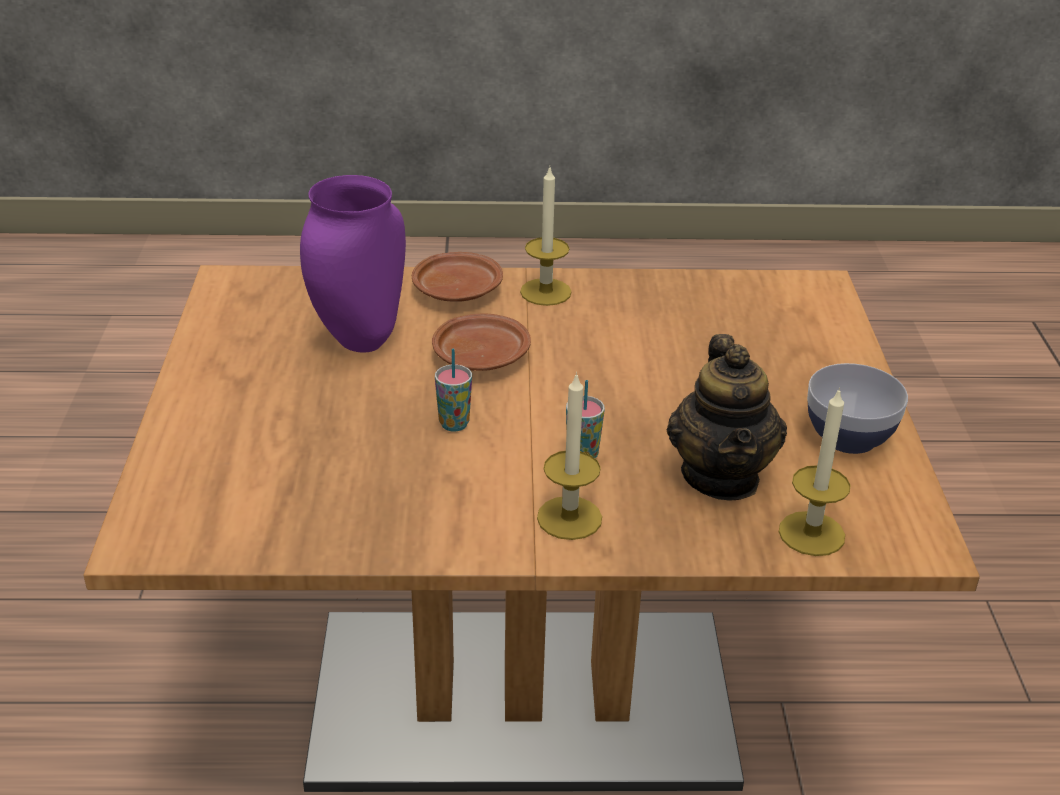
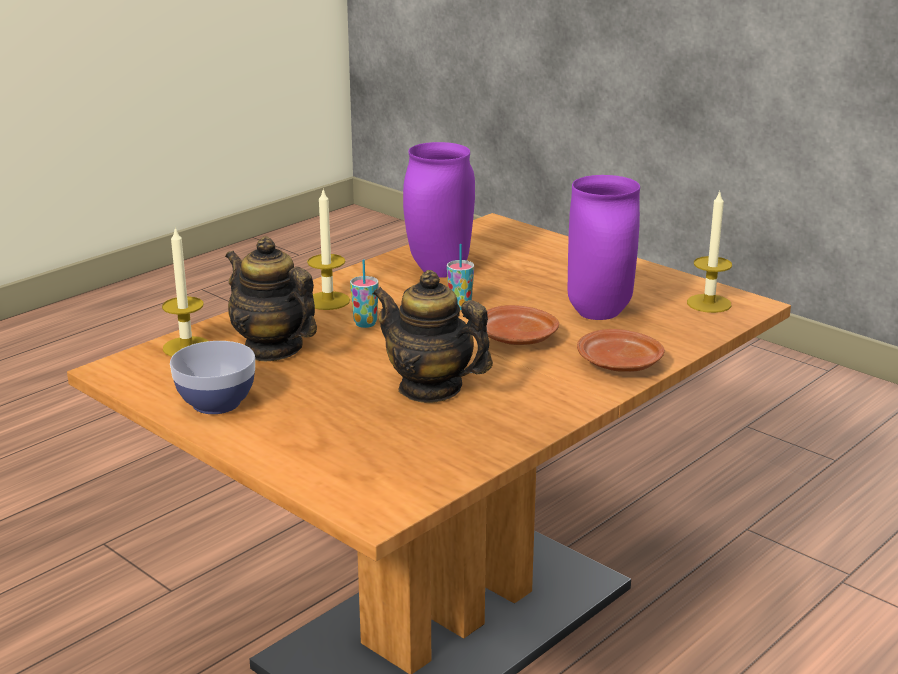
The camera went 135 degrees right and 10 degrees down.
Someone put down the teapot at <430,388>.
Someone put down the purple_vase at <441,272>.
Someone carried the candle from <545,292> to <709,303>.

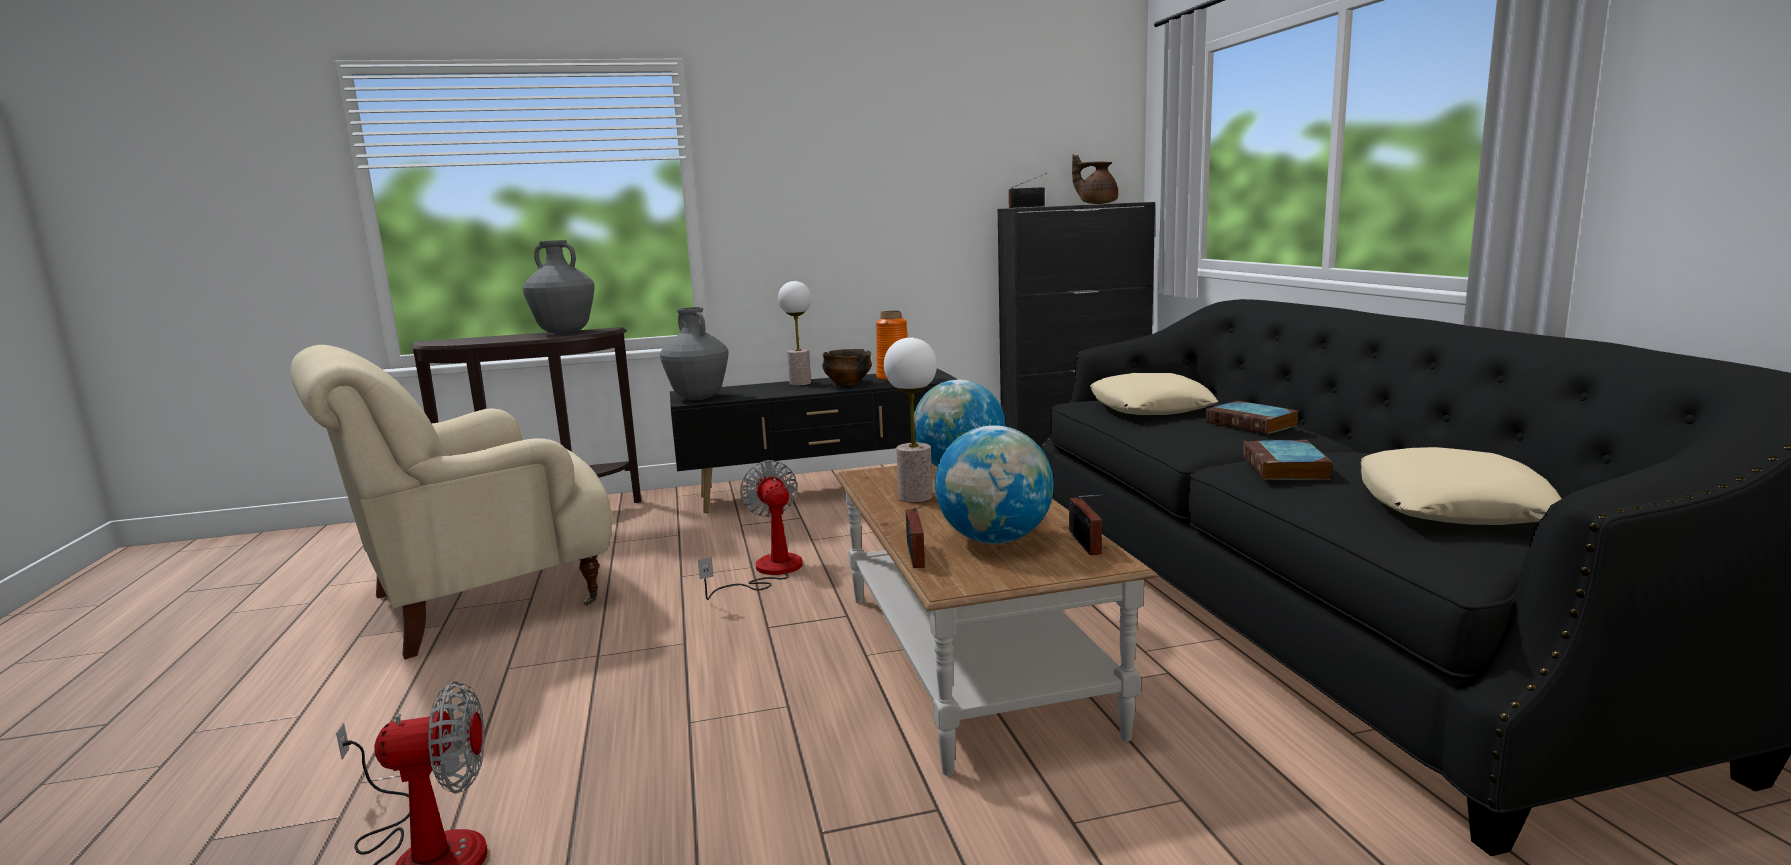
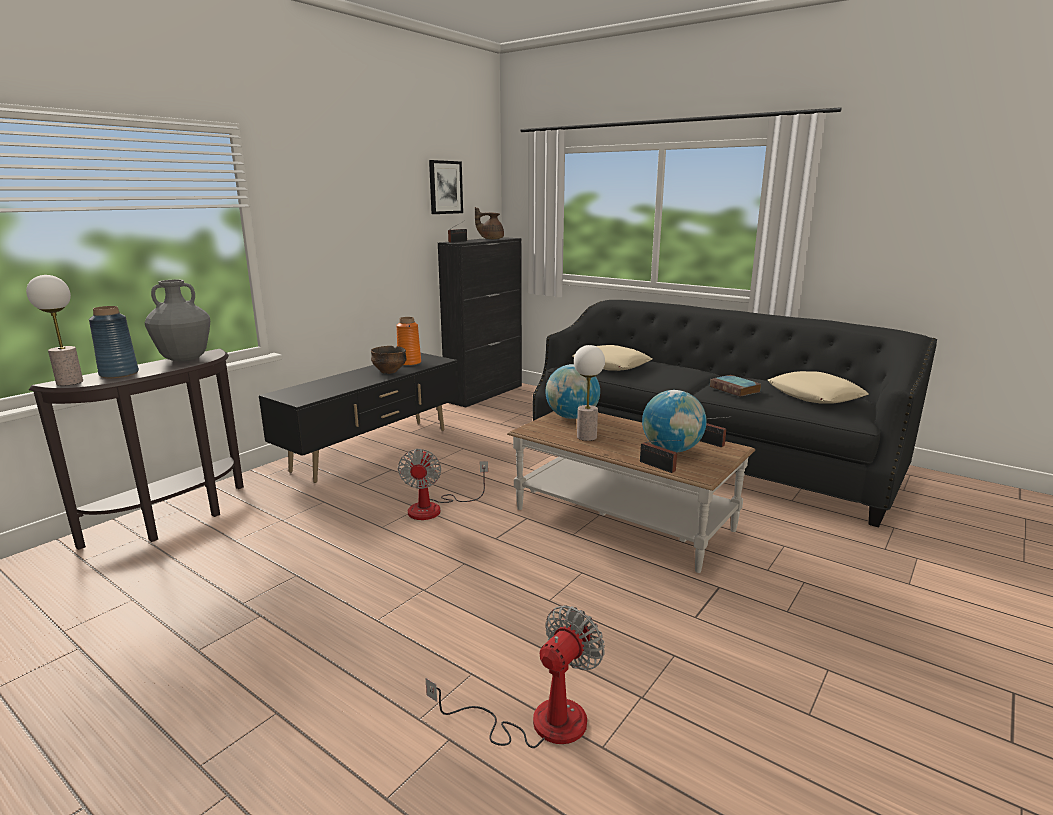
The camera went 40 degrees left and 5 degrees up.
Someone took away the beige_armchair at <478,601>.
Someone took away the grey_vase at <699,398>.
Someone took away the book at <1253,424>.
Someone put down the blue_vase at <119,374>.
Someone put up the picture at <445,187>.
Someone carried the table_lamp from <800,383> to <69,382>.
Someone rotated the fan at <767,572> by 120 degrees counterclockwise.

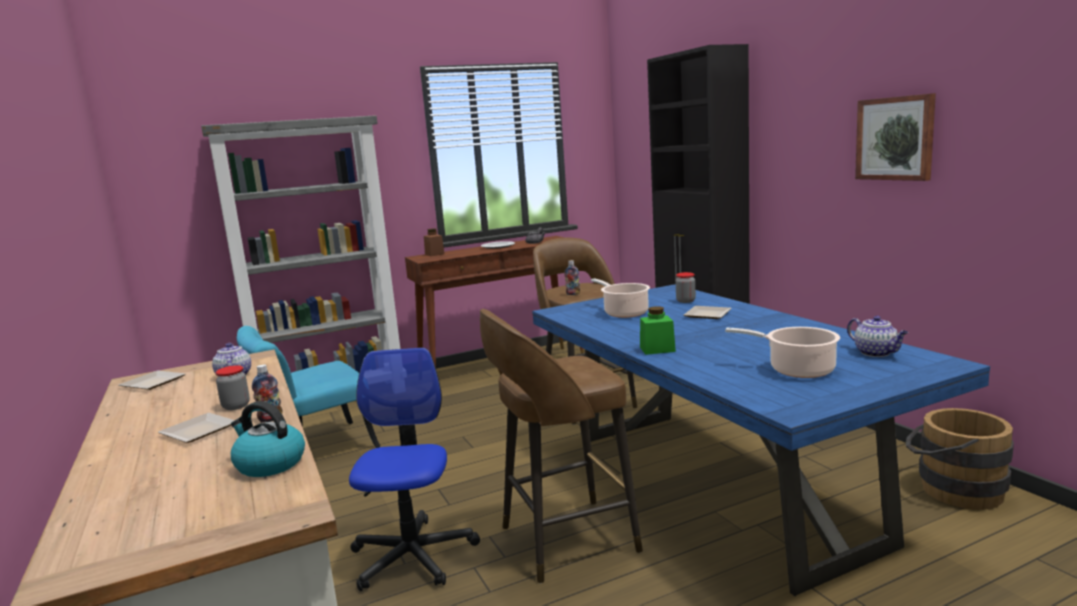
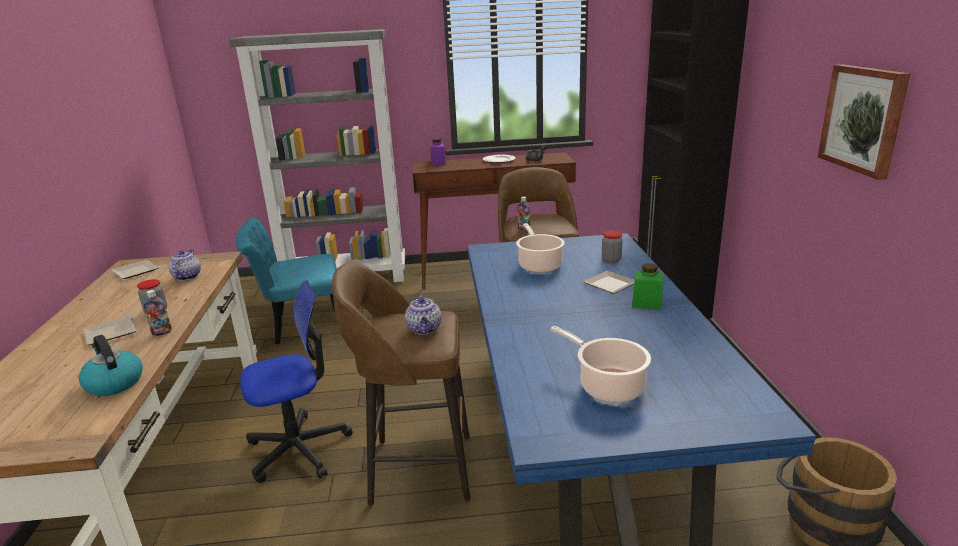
The camera went 20 degrees right and 10 degrees up.
Someone carried the green_jar from <657,349> to <647,303>.
Someone carried the teapot from <876,353> to <425,329>.
Someone repainted the brown_jar at <434,254>, which became the purple_jar at <438,162>.
Someone rotated the office_chair at <412,556> by 45 degrees clockwise.

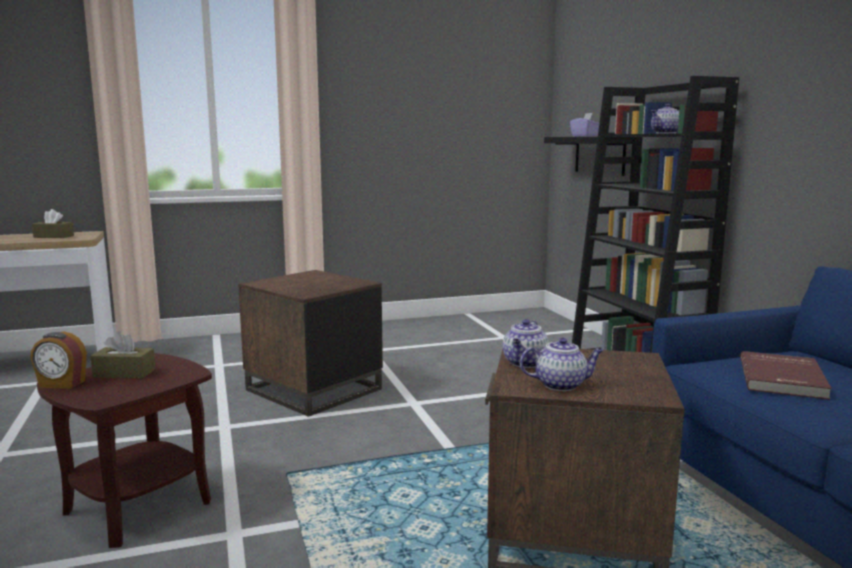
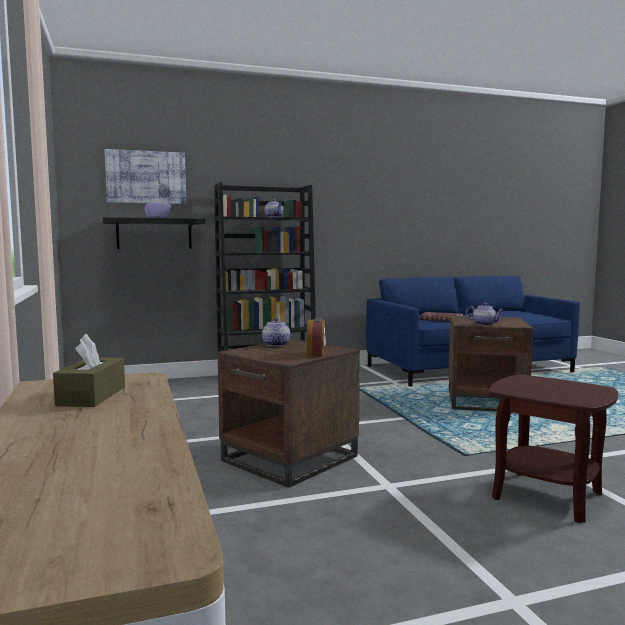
The camera went 90 degrees left and 5 degrees down.
Someone took away the brown_tissue_box at <124,373>.
Someone put up the picture at <146,177>.
Someone carried the alarm_clock from <61,384> to <316,354>.
Someone carried the teapot from <561,385> to <275,344>.

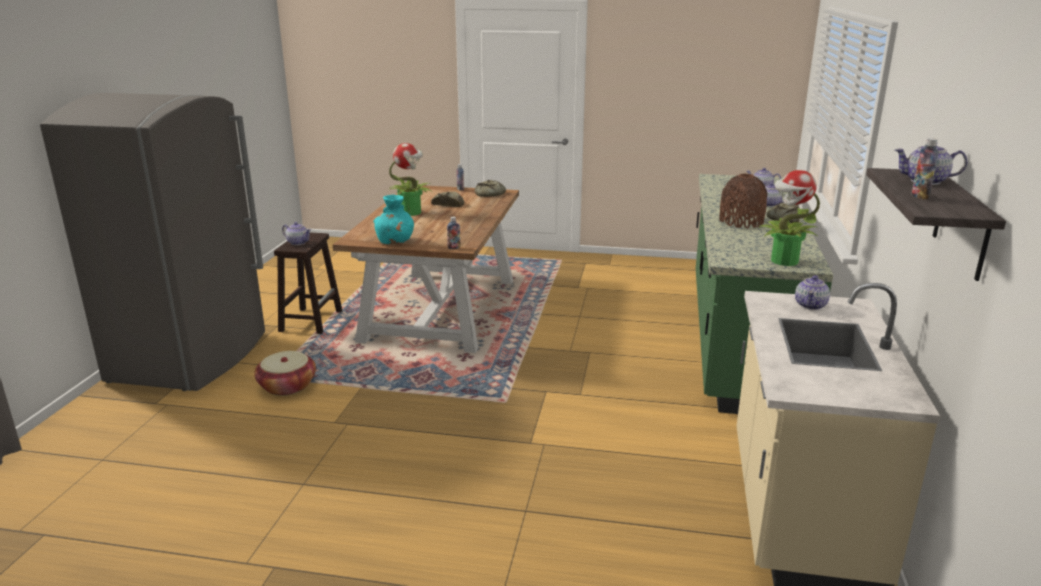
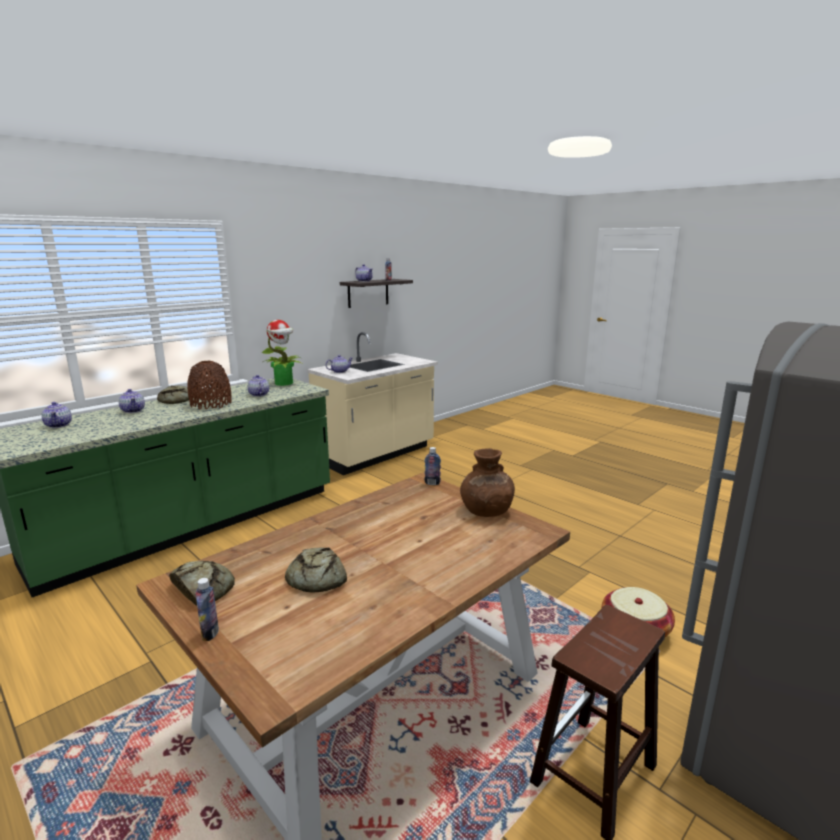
The camera went 145 degrees left and 5 degrees down.
Someone took away the potted_plant at <411,212>.
Someone carried the teapot from <298,242> to <259,394>.
Someone repainted the turquoise_vase at <395,242>, which became the brown_vase at <486,511>.

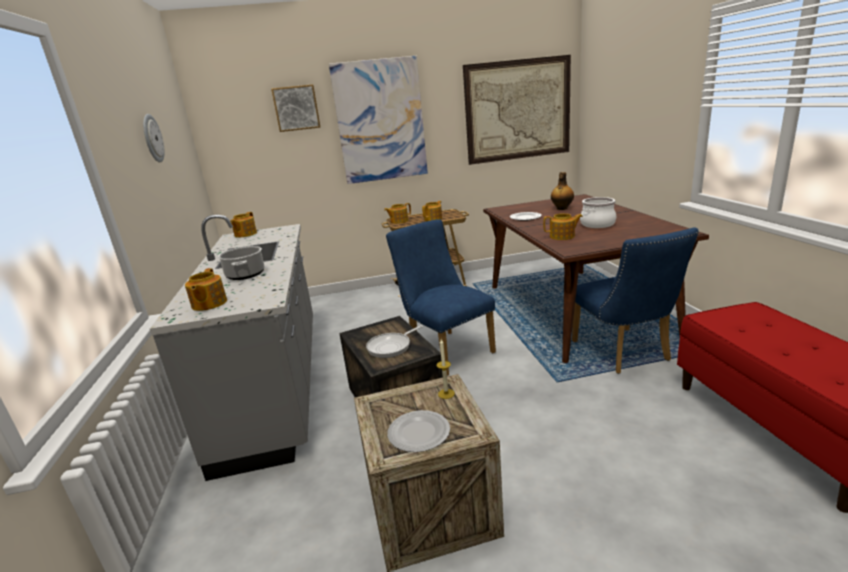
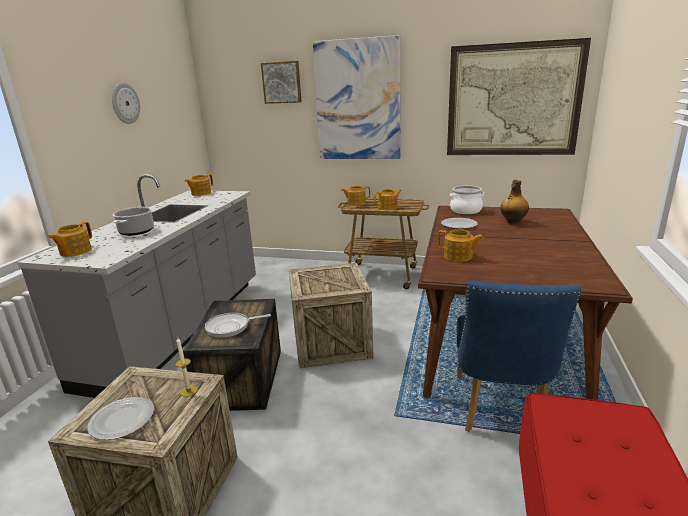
The camera went 25 degrees right and 0 degrees up.
Someone carried the cooking_pot from <597,224> to <466,211>.
Someone swapped the blue_chair at <446,349> for the crate at <331,343>.

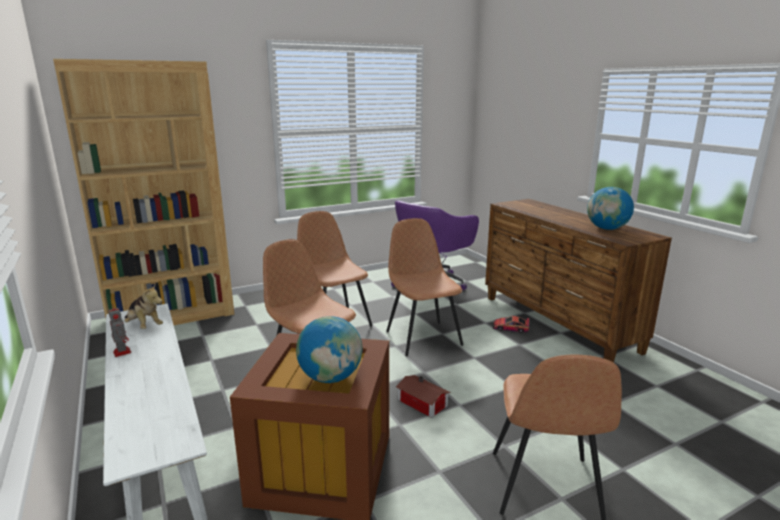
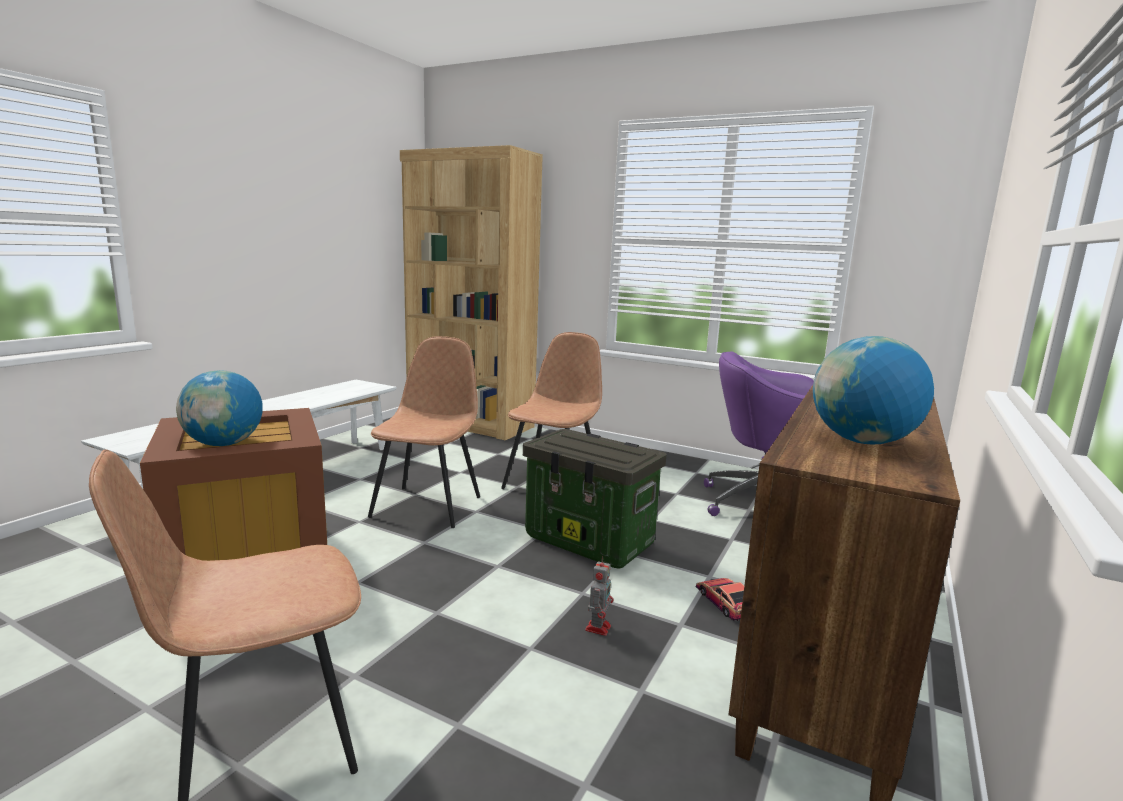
The camera went 55 degrees right and 5 degrees down.
Someone took away the plush_toy at <144,326>.
Someone took away the toy_house at <422,404>.
Someone carried the toy_robot from <122,352> to <598,627>.
Someone swapped the brown_chair at <423,337> for the storage_box at <590,541>.

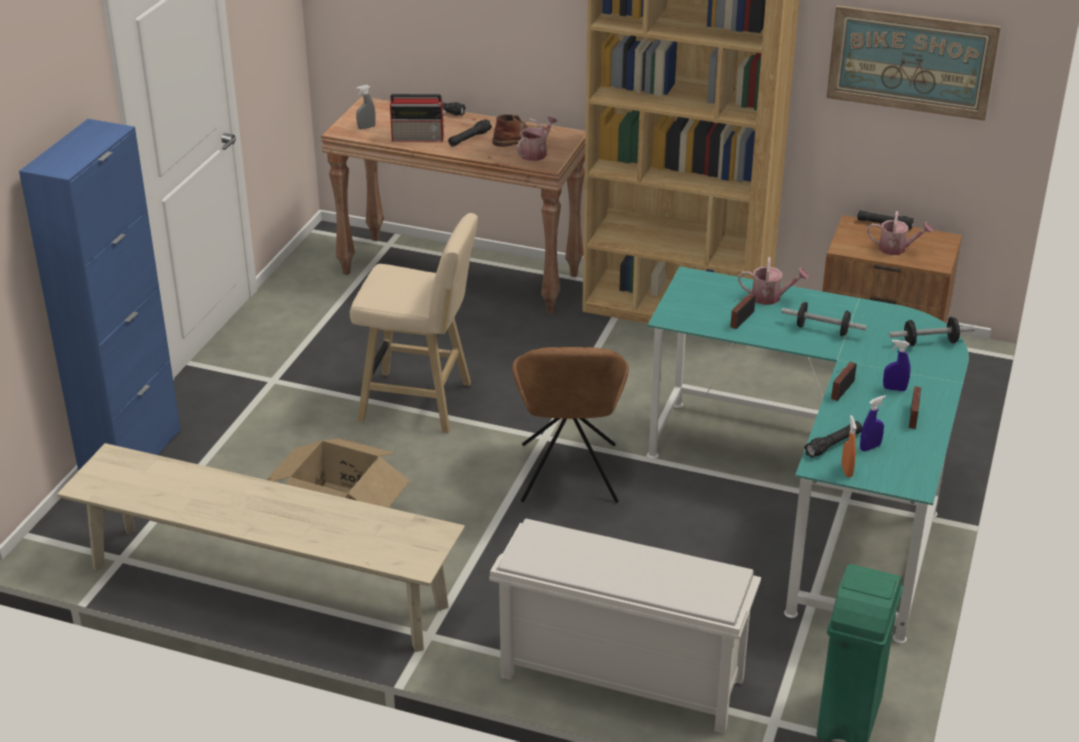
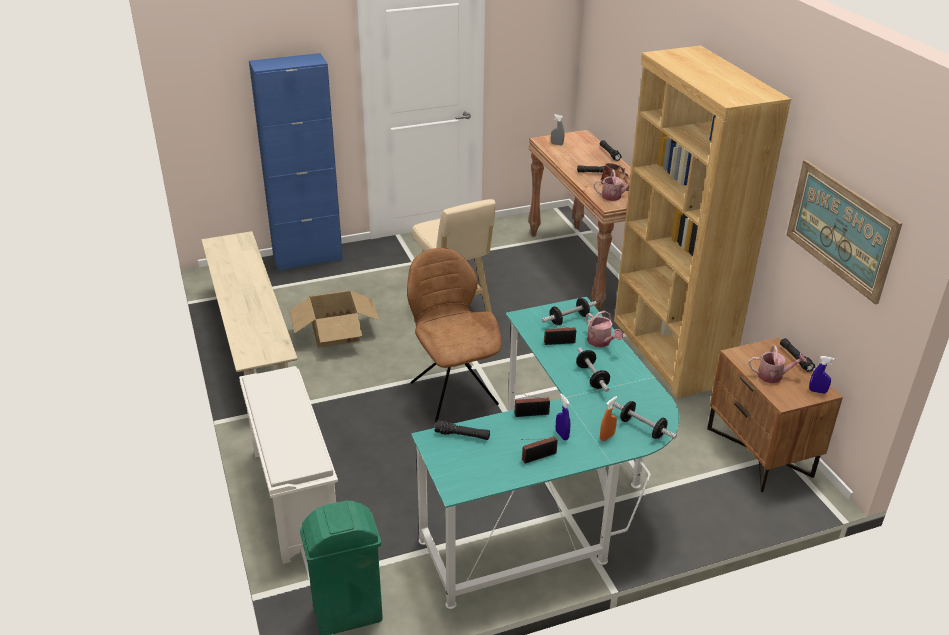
The camera went 50 degrees right and 0 degrees up.
Someone took away the radio at <419,137>.
Someone put down the dumbbell at <568,319>.
Someone carried the orange_spray_bottle from <846,471> to <607,437>.
Someone carried the blue_spray_bottle from <870,447> to <817,391>.
Someone rotated the brown_chair at <568,476> by 105 degrees clockwise.
Someone rotated the watering_can at <896,249> by 60 degrees counterclockwise.

